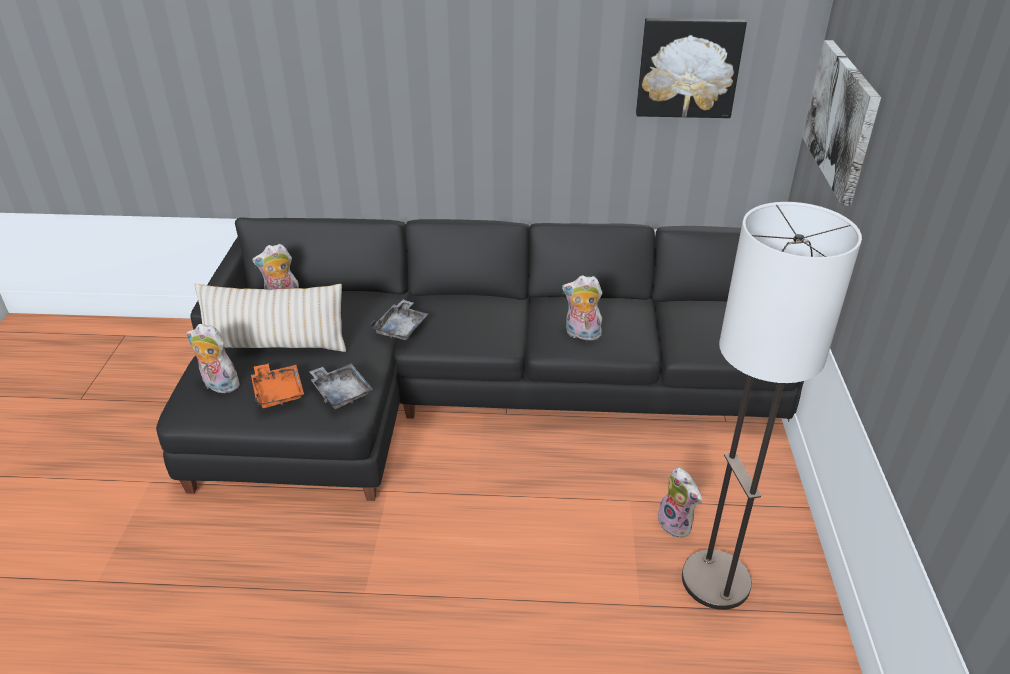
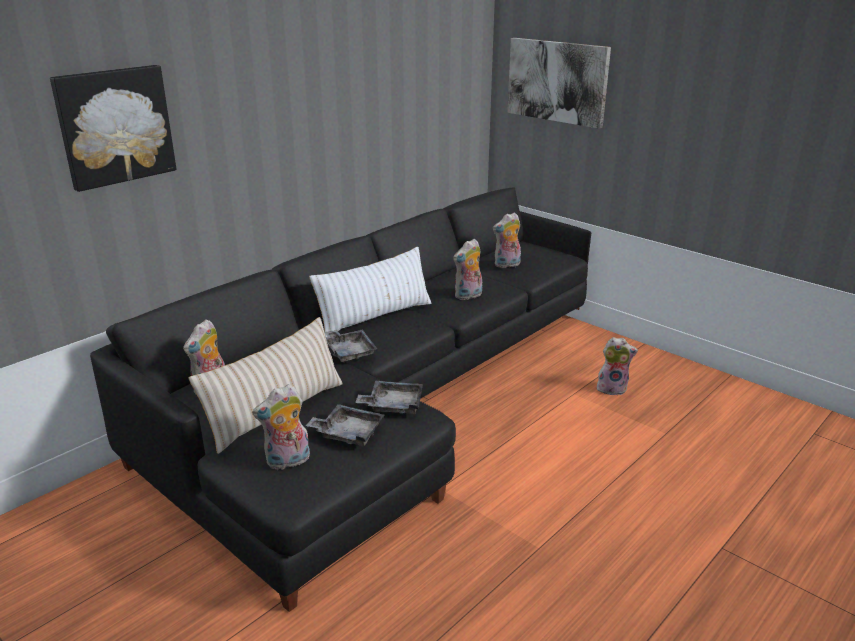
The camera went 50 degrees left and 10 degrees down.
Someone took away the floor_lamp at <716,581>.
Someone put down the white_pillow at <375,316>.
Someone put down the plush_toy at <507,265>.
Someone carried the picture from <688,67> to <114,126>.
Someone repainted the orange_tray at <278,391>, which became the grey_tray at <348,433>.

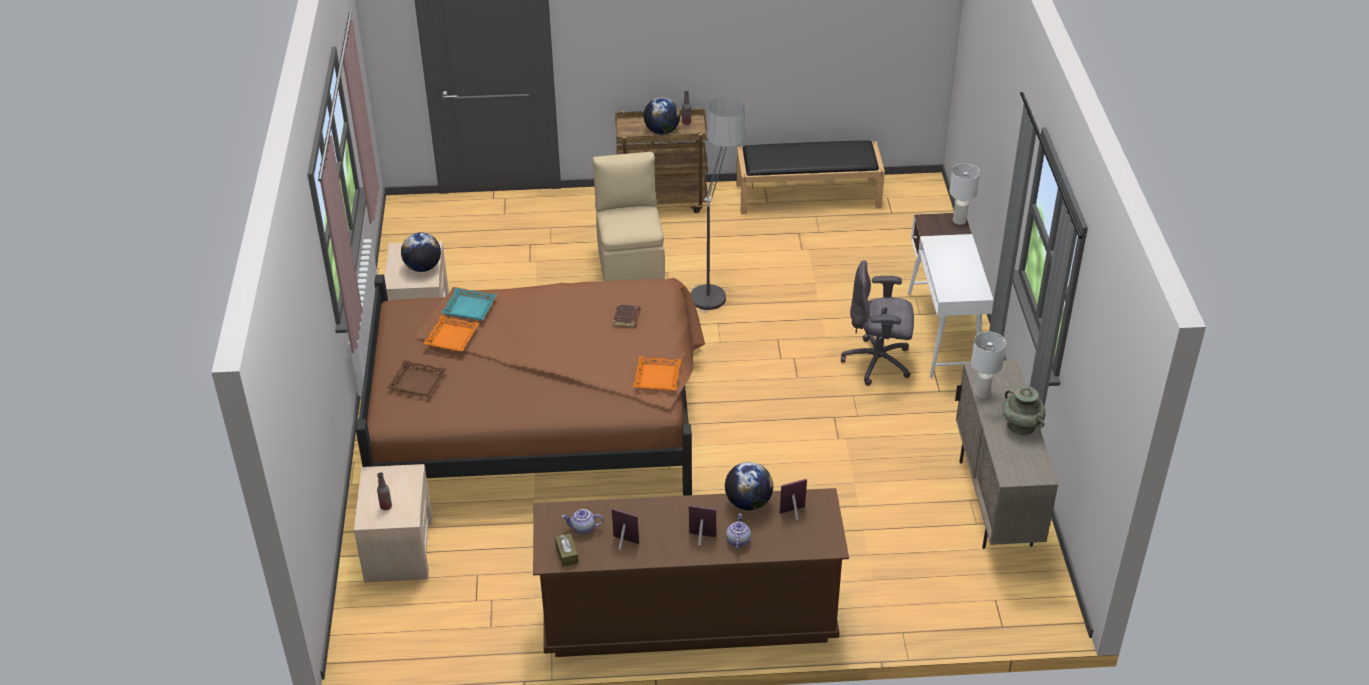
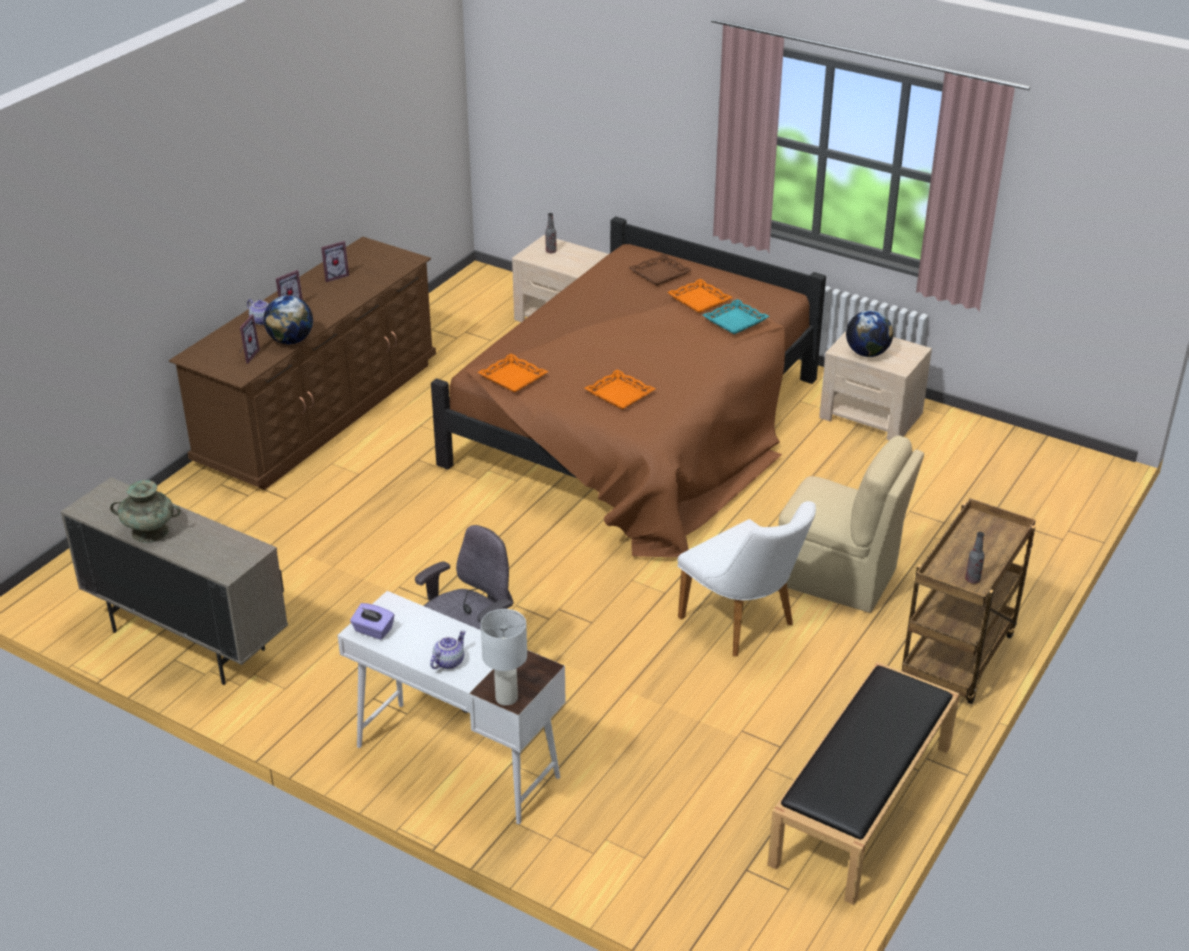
The camera went 125 degrees right and 5 degrees down.
Someone took away the brown_tissue_box at <567,554>.
Someone took away the globe at <662,131>.
Someone took away the white_table_lamp at <982,393>.
Someone put down the purple_tissue_box at <373,630>.
Someone carried the teapot from <583,528> to <448,661>.
Someone swapped the brown_book at <627,318> for the orange_tray at <619,394>.
Someone swapped the floor_lamp at <714,281> for the white_chair at <744,625>.

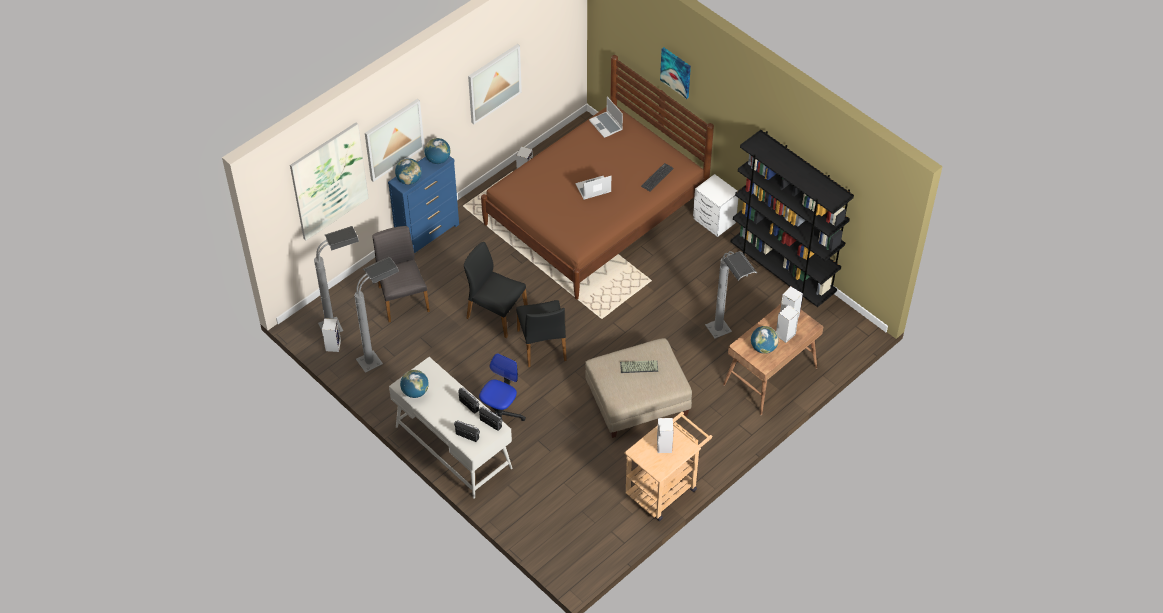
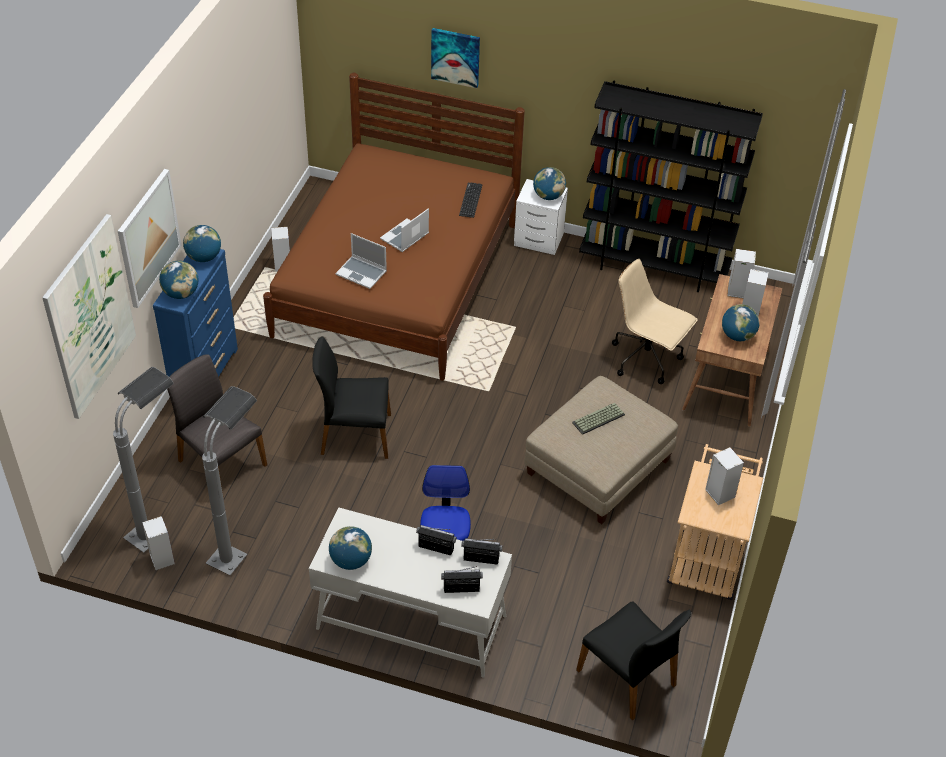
The camera went 30 degrees left and 5 degrees down.
Someone took away the picture at <494,83>.
Someone put down the globe at <548,196>.
Someone carried the black_chair from <542,345> to <628,677>.
Someone carried the laptop from <606,125> to <362,273>.
Someone swapped the grey_floor_lamp at <725,339> for the beige_office_chair at <647,359>.

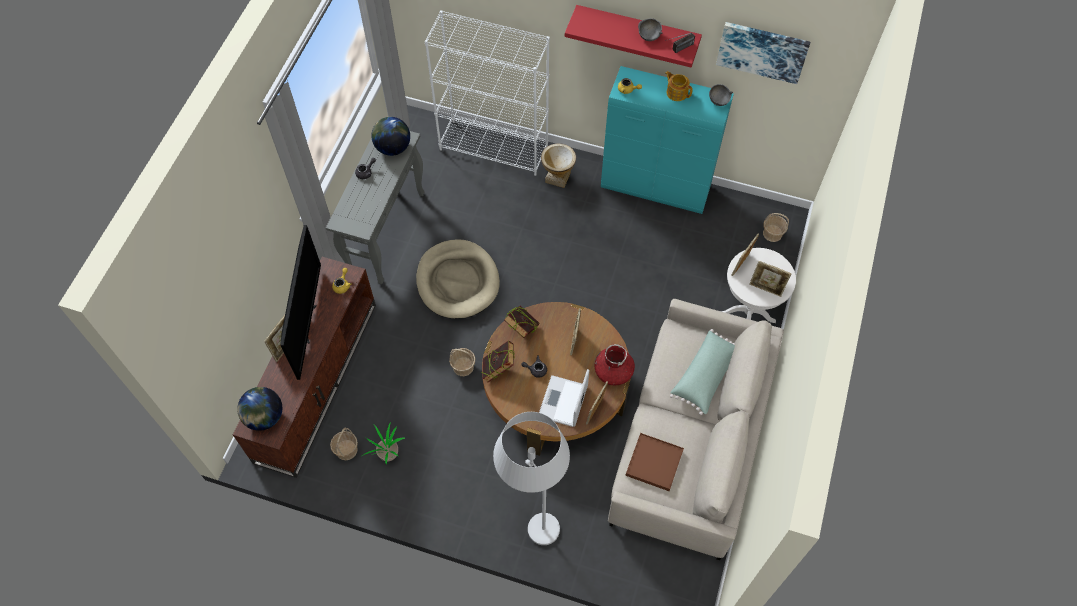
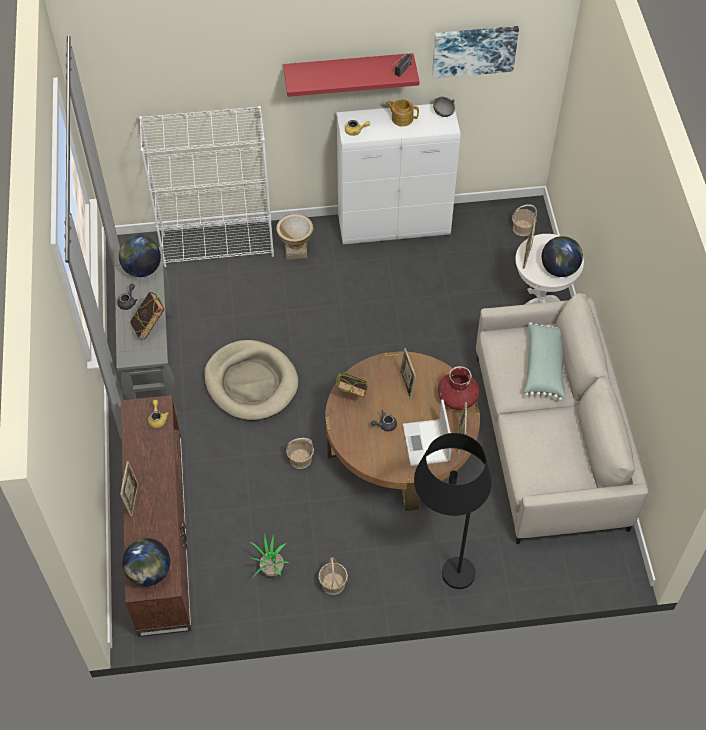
The camera went 25 degrees left and 5 degrees down.
Someone took away the television at <308,323>.
Someone took away the brown_tray at <654,463>.
Someone took away the grey_bowl at <649,36>.
Someone carried the basket from <346,450> to <333,584>.
Someone carried the book from <498,369> to <149,327>.
Someone swapped the picture_frame at <766,289> for the globe at <559,269>.
Someone repainted the white_floor_lamp at <532,515>, which became the black_floor_lamp at <441,566>.
Someone repainted the turquoise_cabinet at <656,187>, which became the white_cabinet at <395,226>.

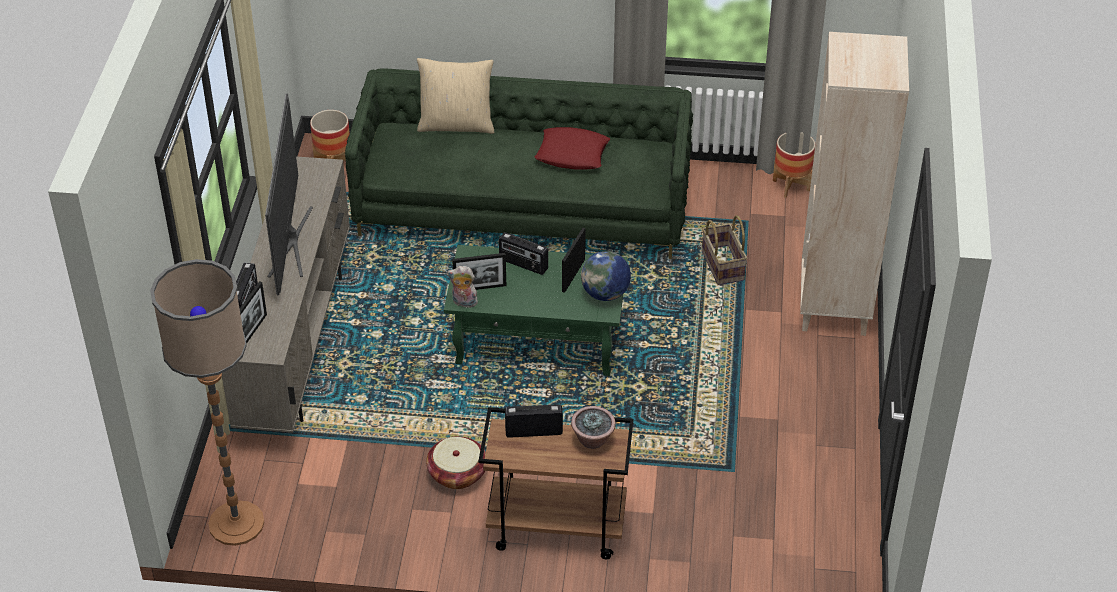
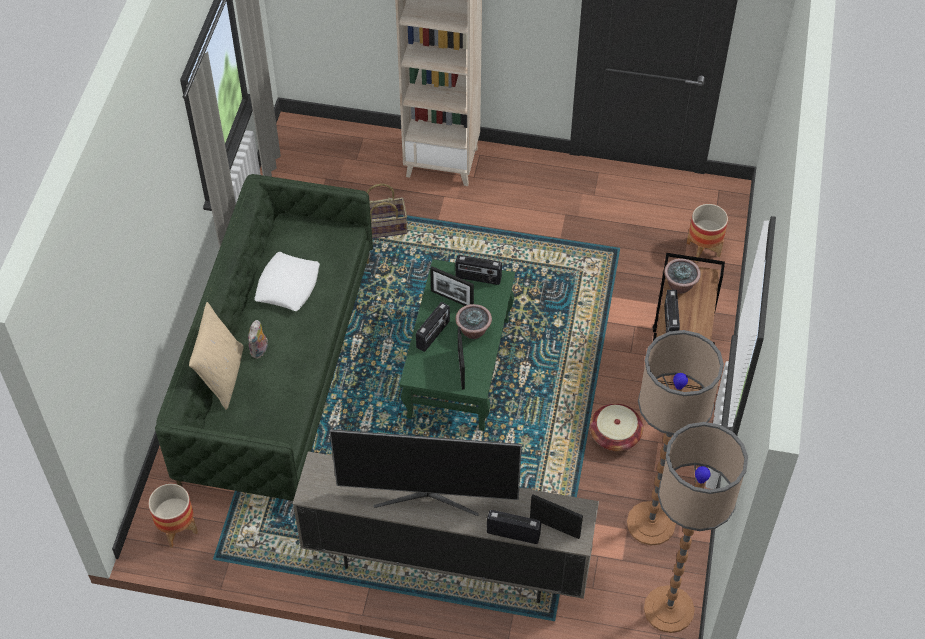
The camera went 85 degrees left and 10 degrees up.
Someone put down the potted_plant at <473,331>.
Someone put down the floor_lamp at <650,523>.
Someone carried the plush_toy from <463,303> to <260,351>.
Someone carried the planter from <791,185> to <703,249>.
Someone swapped the globe at <605,294> for the radio at <478,278>.
Someone repainted the red_pillow at <572,154>, which became the white_pillow at <288,285>.

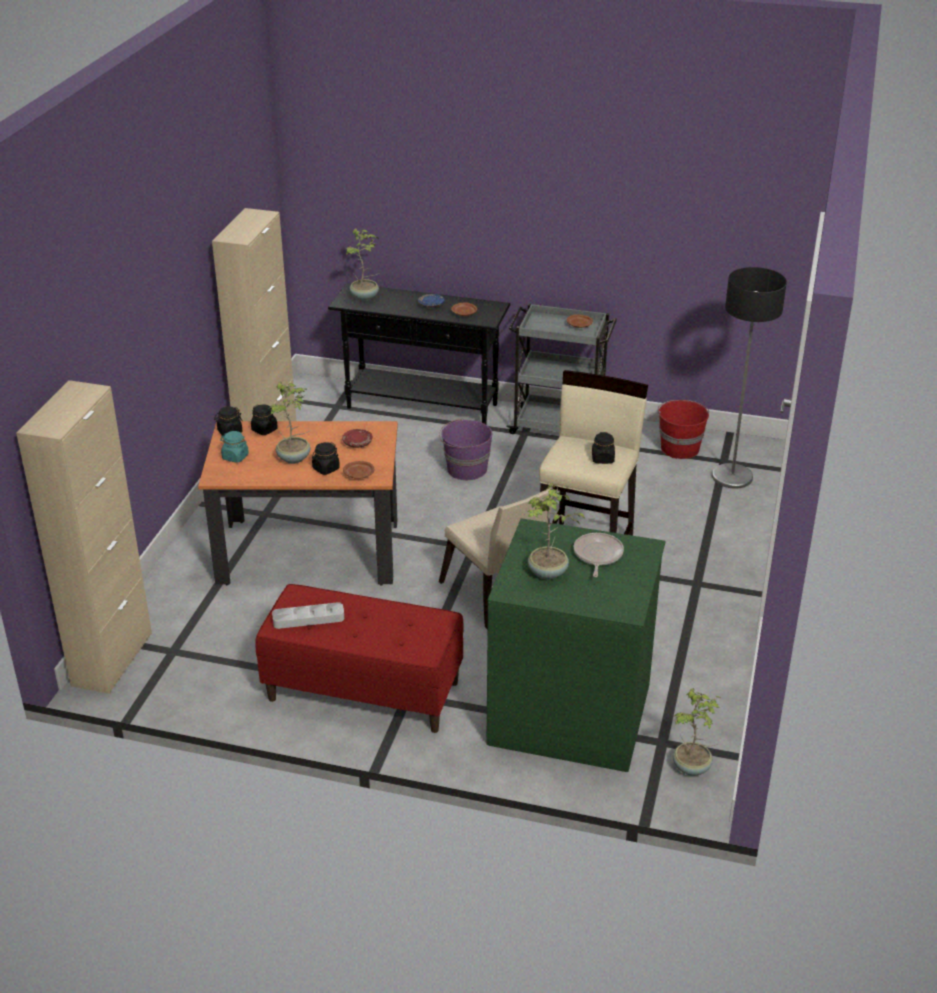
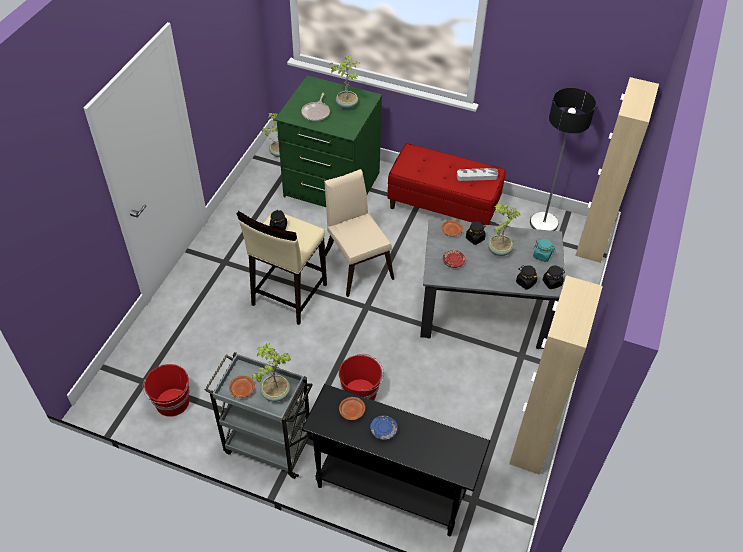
The camera went 175 degrees left and 15 degrees up.
Someone carried the potted_plant from <365,297> to <275,393>.
Someone carried the floor_lamp from <731,477> to <544,223>.
Someone repainted the orange_dining_table at <309,552>, which became the grey_dining_table at <483,313>.
Someone repainted the purple_bucket at <466,469>, which became the red_bucket at <360,392>.

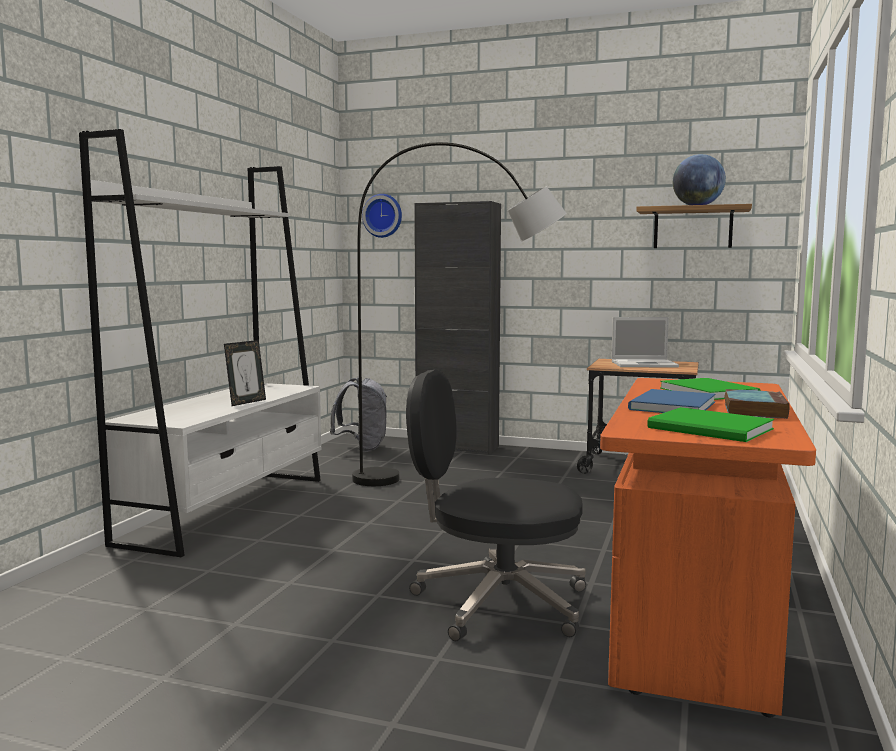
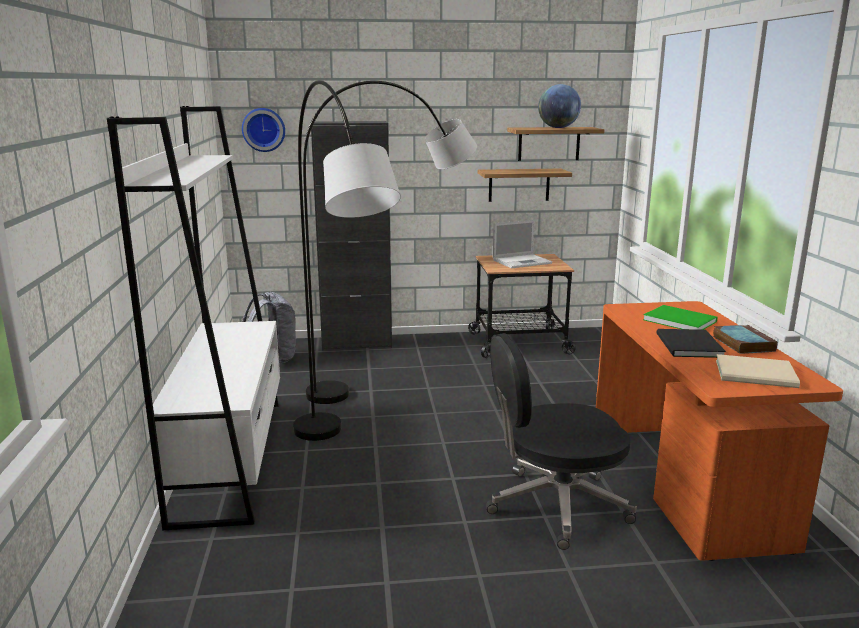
The camera went 25 degrees left and 10 degrees up.
Someone took away the picture_frame at <246,402>.
Someone put down the grey_floor_lamp at <343,472>.
Someone put up the shelf at <519,185>.
Someone repainted the blue_book at <669,406>, which became the black_book at <687,346>.
Someone repainted the green_book at <712,429>, which became the beige_book at <758,375>.

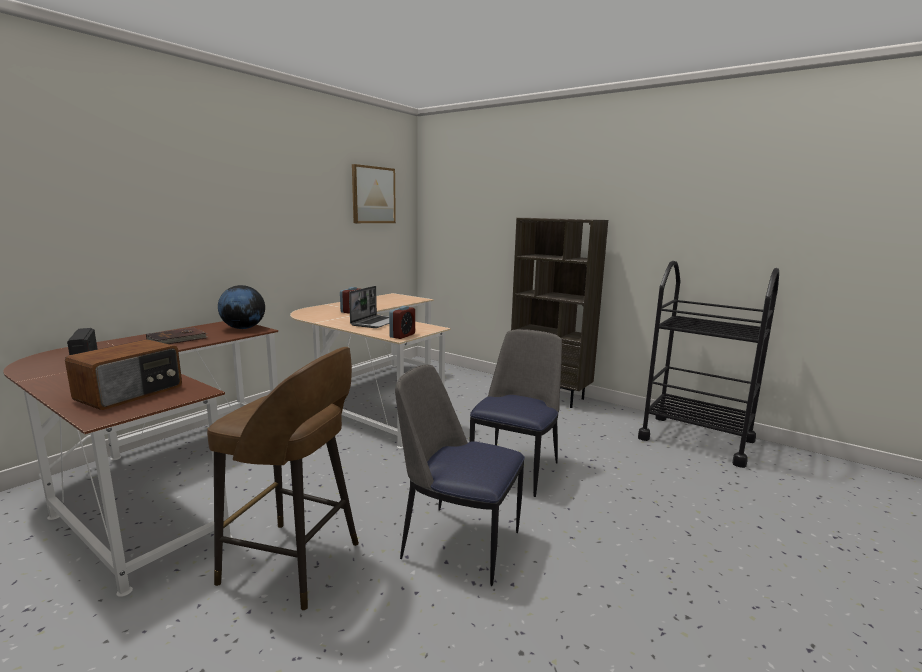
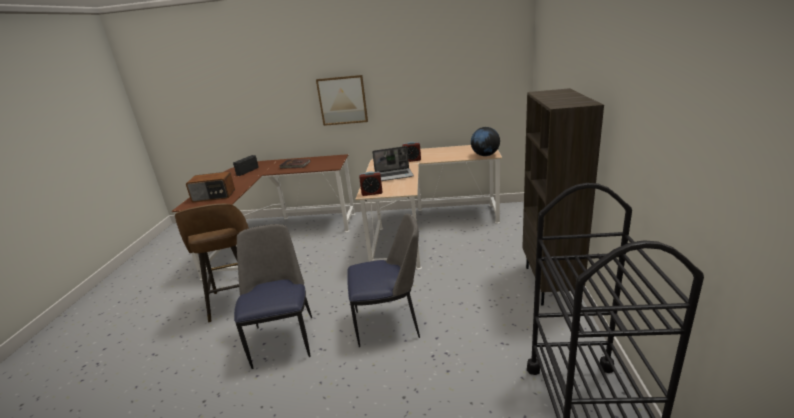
The camera went 60 degrees right and 10 degrees up.
Someone carried the globe from <243,328> to <485,155>.
Someone carried the picture from <373,195> to <342,100>.

